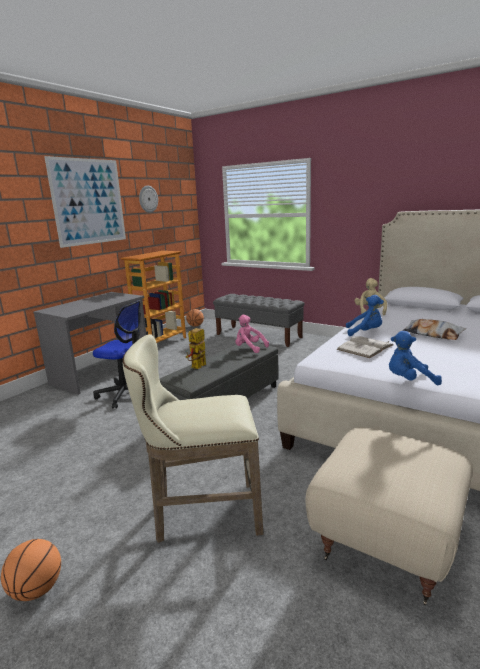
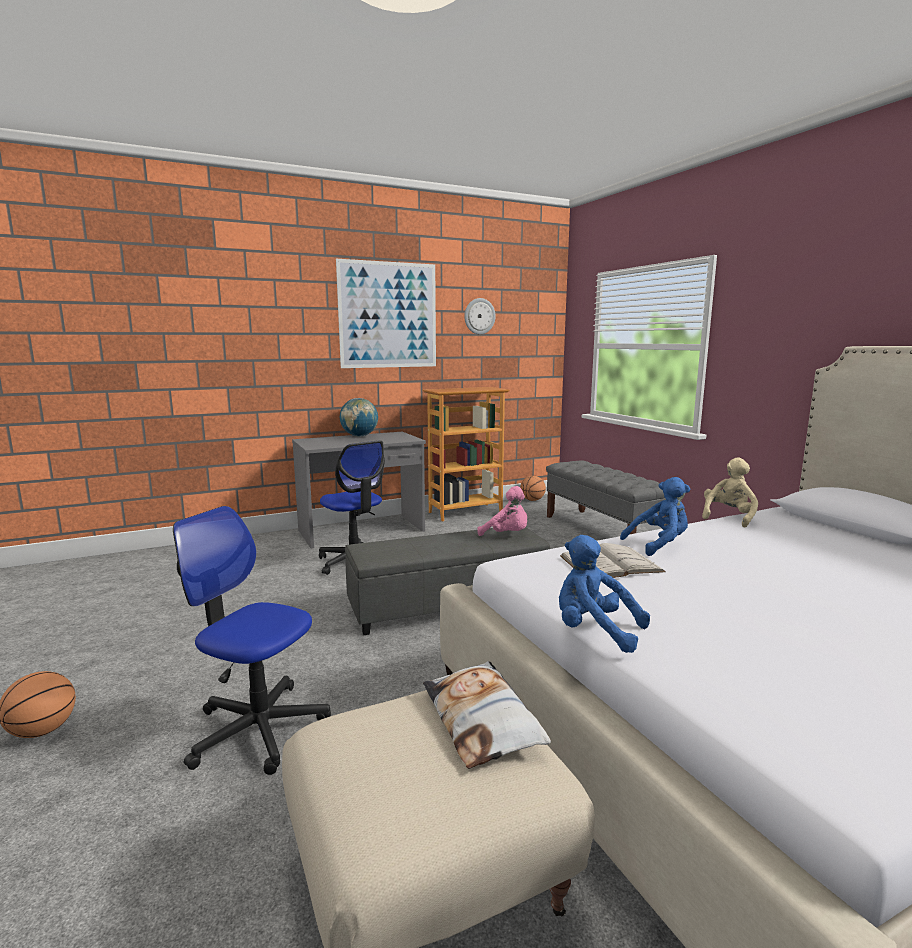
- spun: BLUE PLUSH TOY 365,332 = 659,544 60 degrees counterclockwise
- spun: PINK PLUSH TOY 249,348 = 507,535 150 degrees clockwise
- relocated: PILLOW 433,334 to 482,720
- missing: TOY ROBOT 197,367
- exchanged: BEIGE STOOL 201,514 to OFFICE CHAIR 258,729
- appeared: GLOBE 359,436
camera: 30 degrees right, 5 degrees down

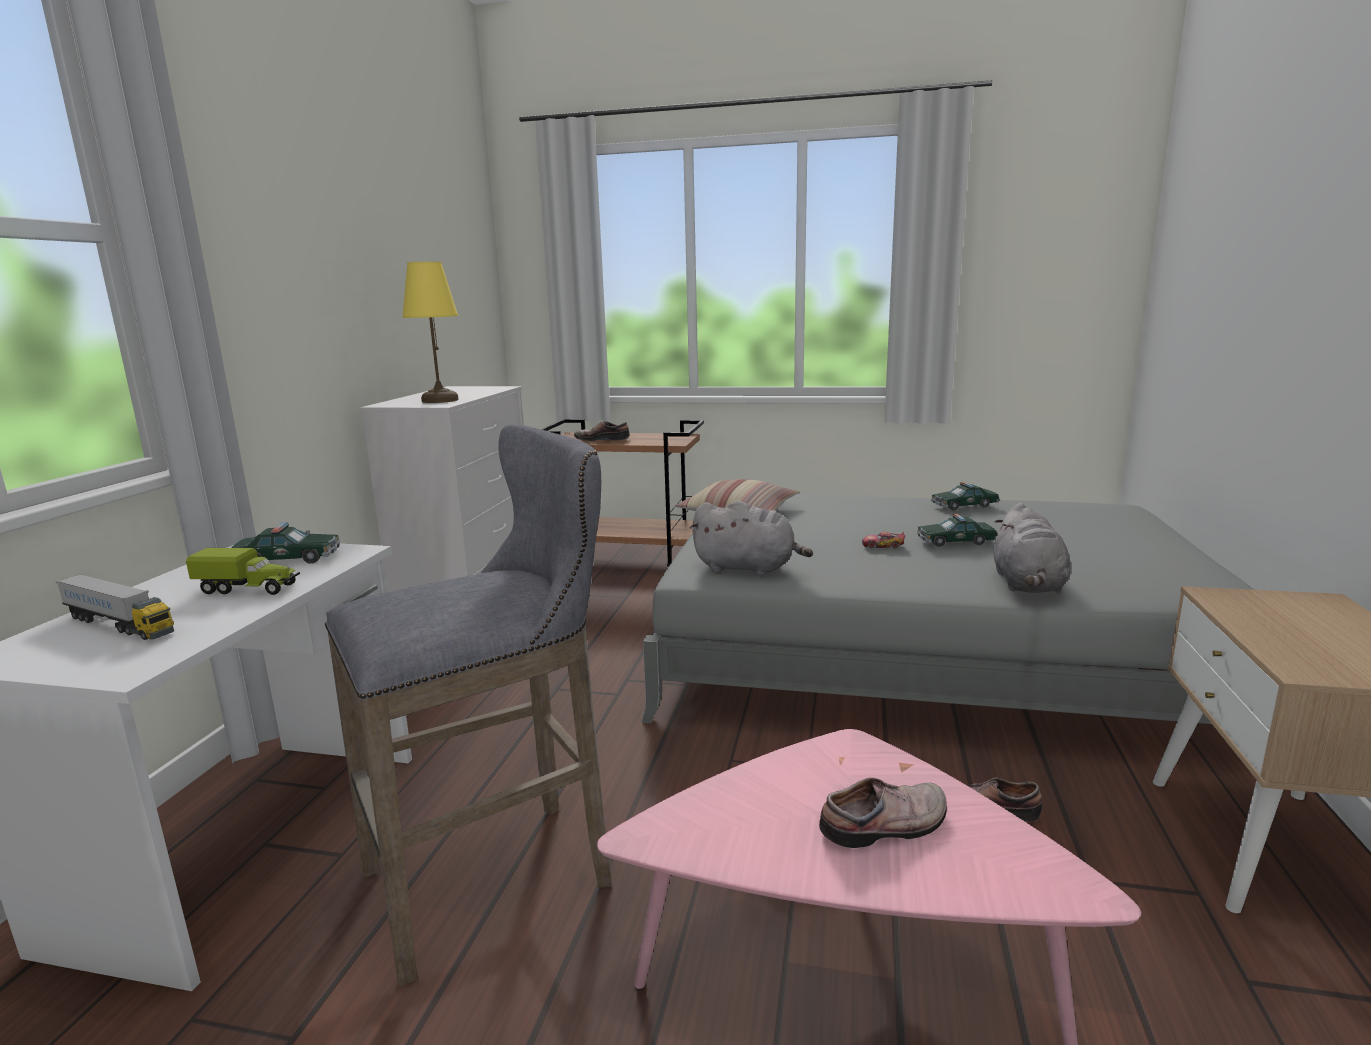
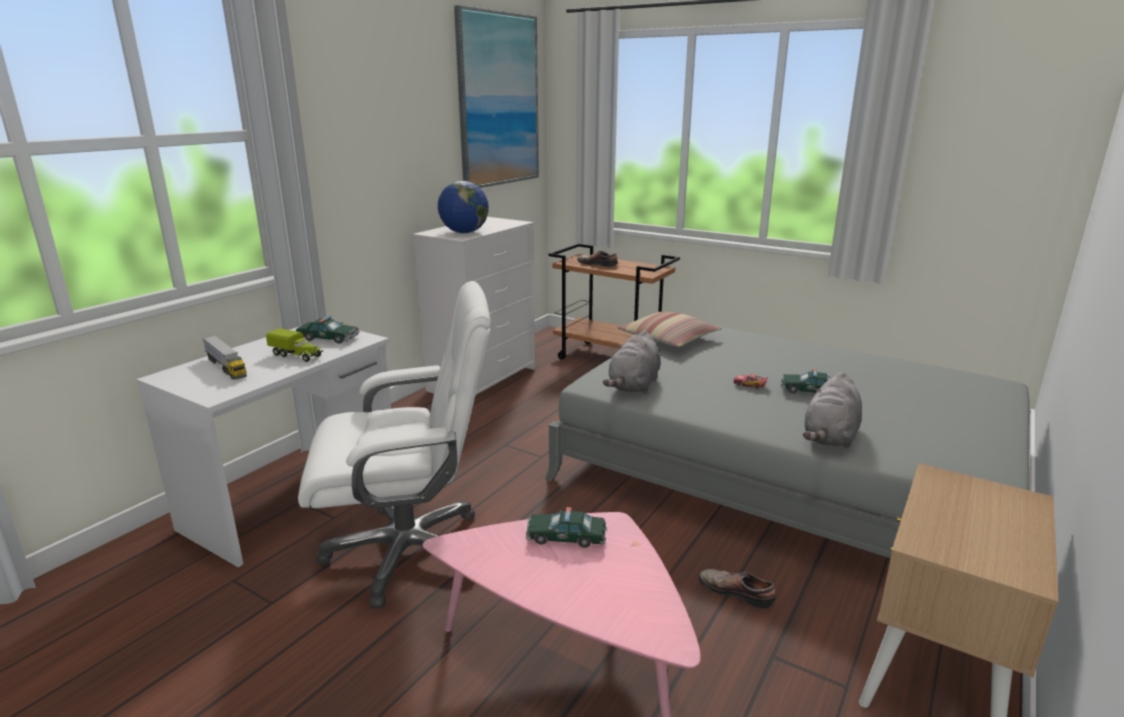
- exchanged: YELLOW TABLE LAMP 439,400 to GLOBE 464,232
- exchanged: GREY STOOL 500,875 to WHITE OFFICE CHAIR 409,551
- relocated: TOY CAR 964,506 to 566,537
- spun: GREY PLUSH TOY 748,568 = 634,386 75 degrees clockwise
- missing: SHOE 887,827
- appeared: PICTURE 498,100
camera: 20 degrees right, 5 degrees up

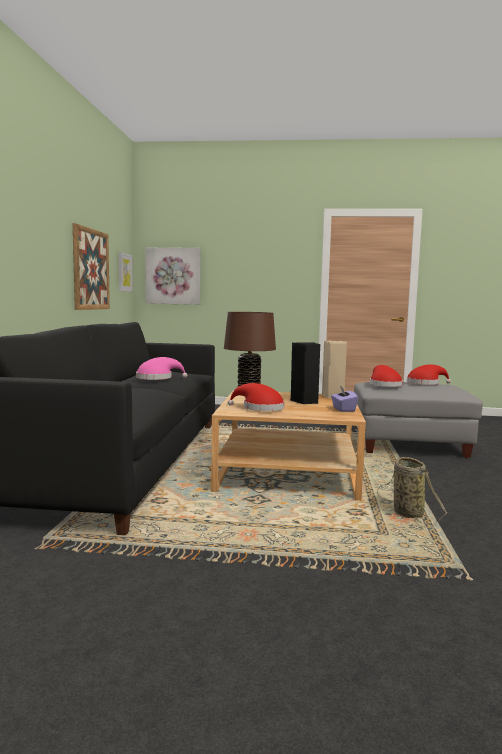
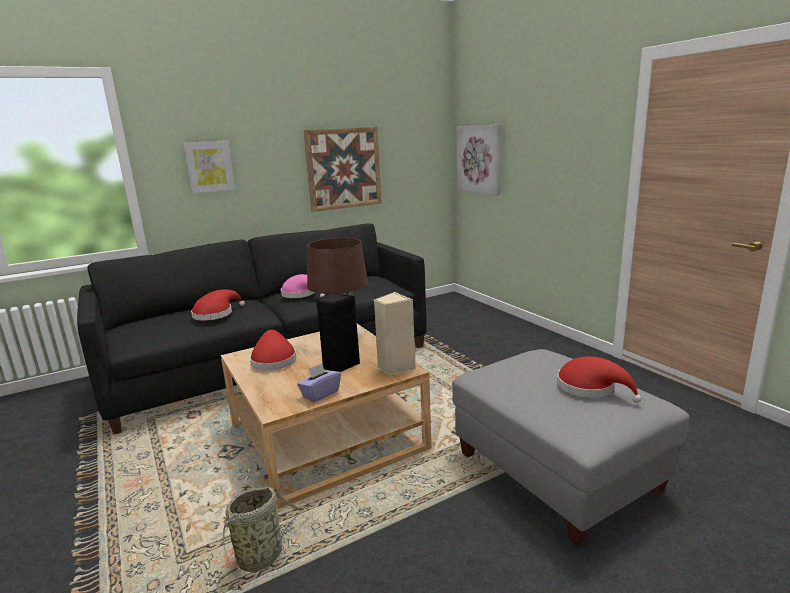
- relocated: PICTURE 124,272 to 209,166
- relocated: RED HAT 384,385 to 215,314
camera: 55 degrees right, 10 degrees up

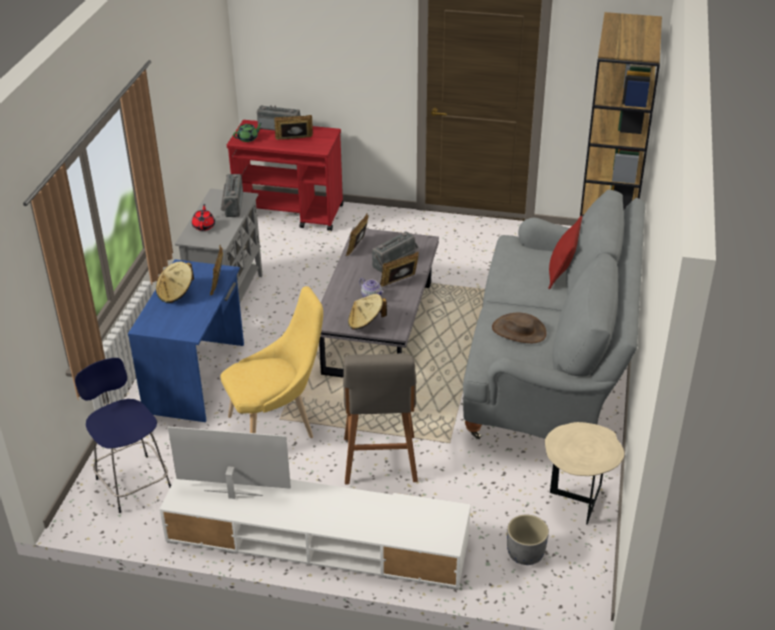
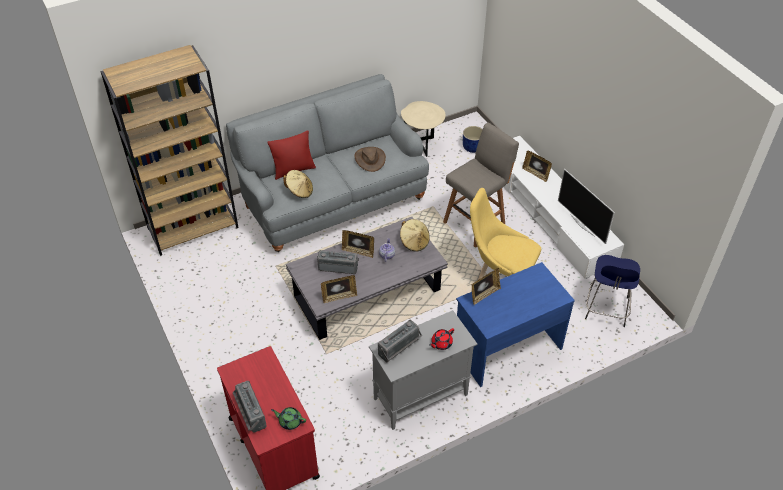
- relocated: PICTURE FRAME 294,140 to 536,174
- relocated: BEIGE HAT 176,293 to 299,191
- colour: GREY PLANTER 525,553 to BLUE PLANTER 472,148
camera: 130 degrees left, 10 degrees up

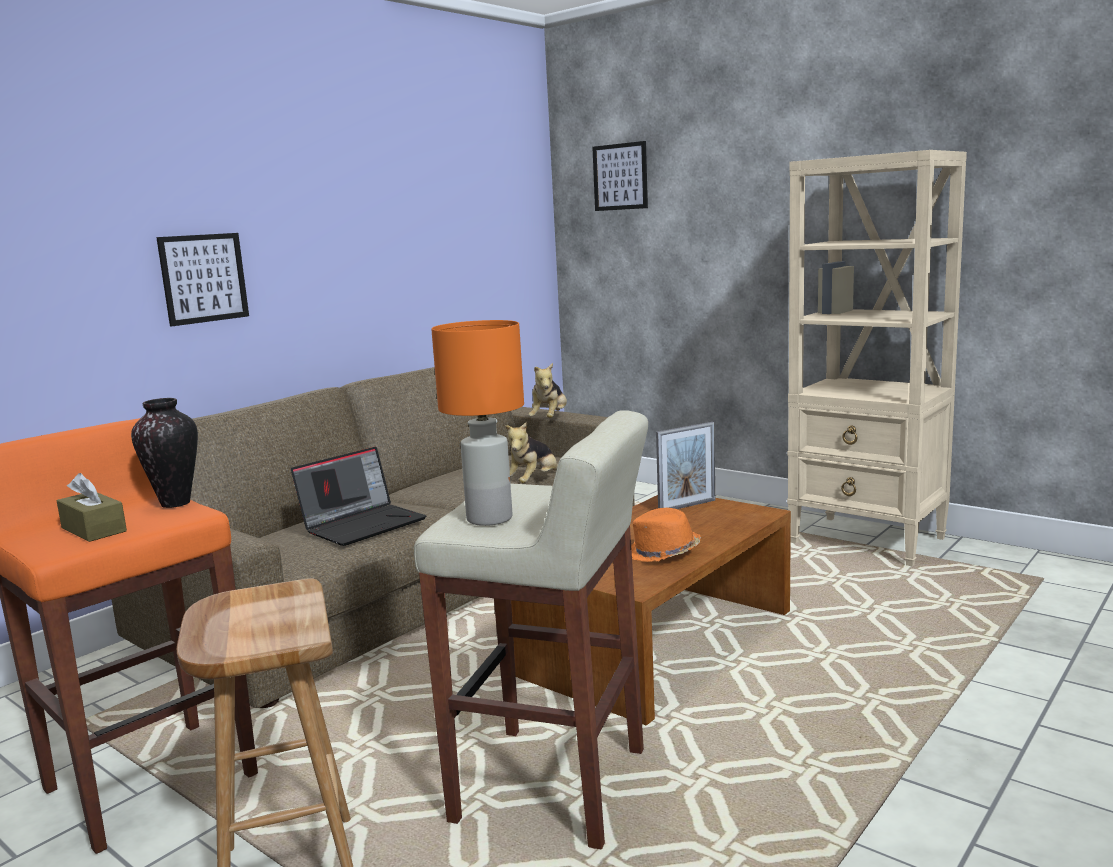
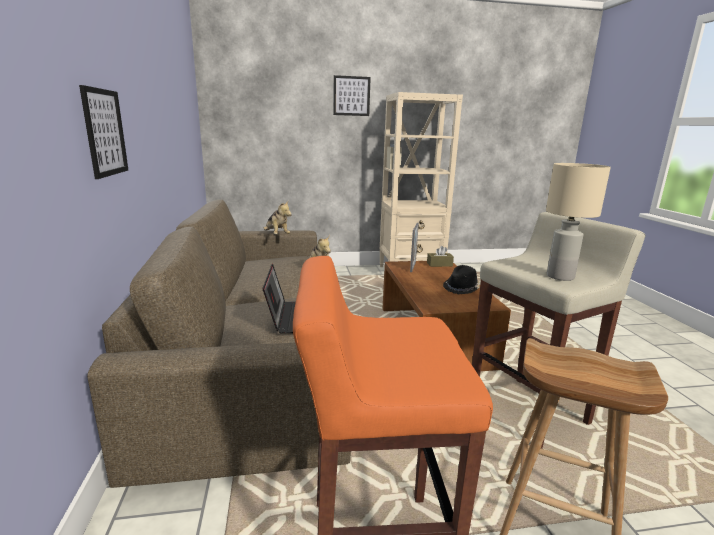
- relocated: PICTURE 620,177 to 351,96
- colour: ORANGE TABLE LAMP 488,519 to BEIGE TABLE LAMP 559,277
- missing: VASE 176,504
- relocated: BROWN TISSUE BOX 94,530 to 439,264
- colour: ORANGE HAT 663,553 to BLACK HAT 461,288
camera: 50 degrees left, 5 degrees up

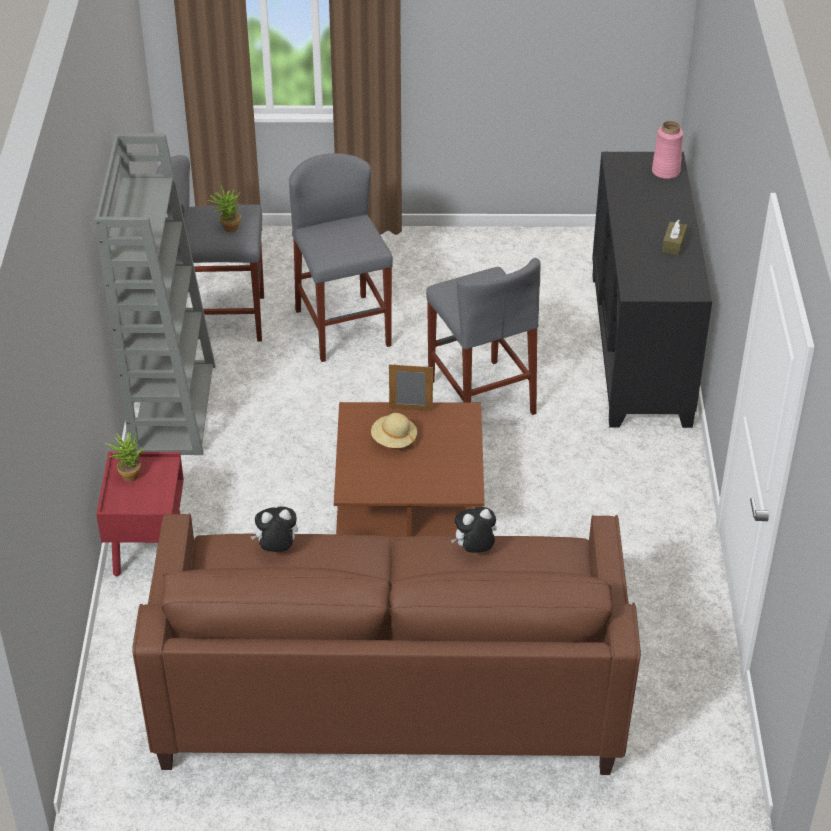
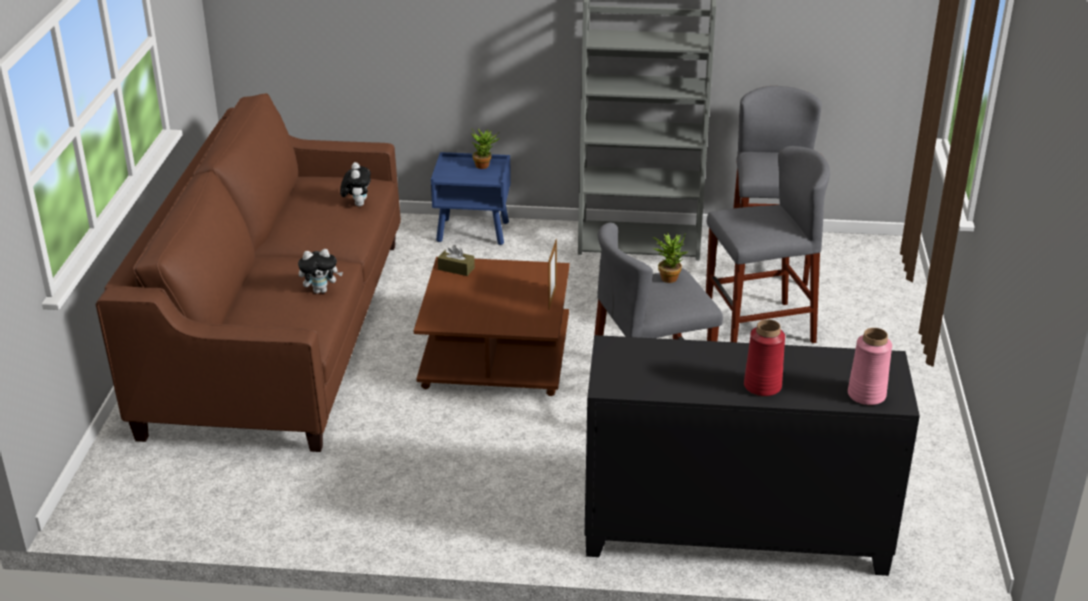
- relocated: POTTED PLANT 227,228 to 668,276
- relocated: BROWN TISSUE BOX 673,244 to 456,269
- missing: BEIGE HAT 394,440
- colour: RED NIGHTSTAND 147,545 to BLUE NIGHTSTAND 474,231
- spun: PLUSH TOY 474,550 = 321,290 90 degrees clockwise
- appeared: RED VASE 762,386
camera: 95 degrees right, 10 degrees down

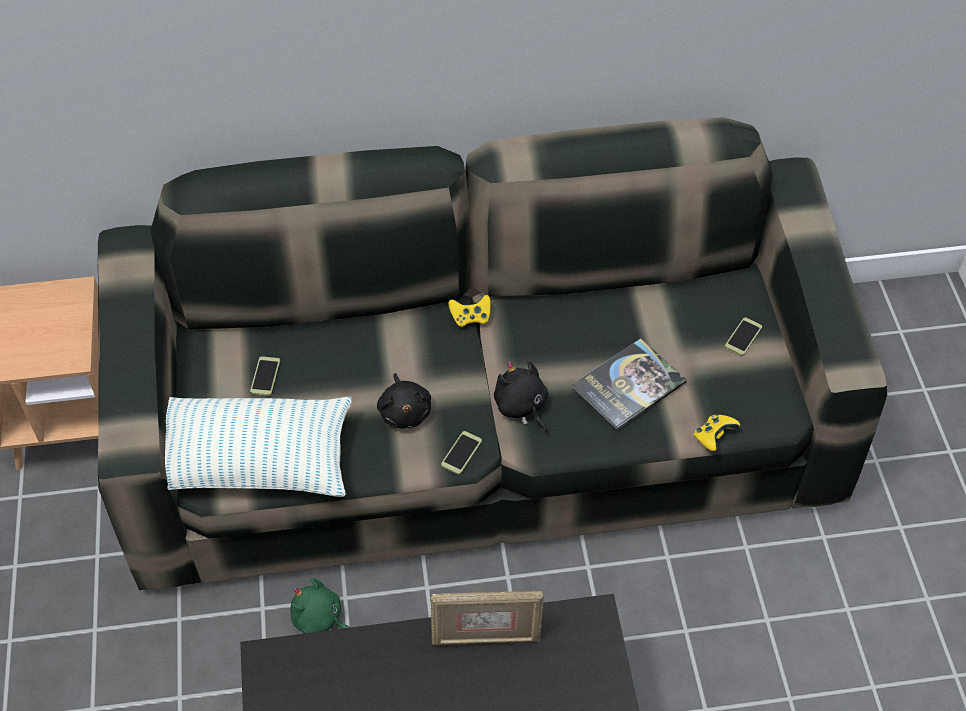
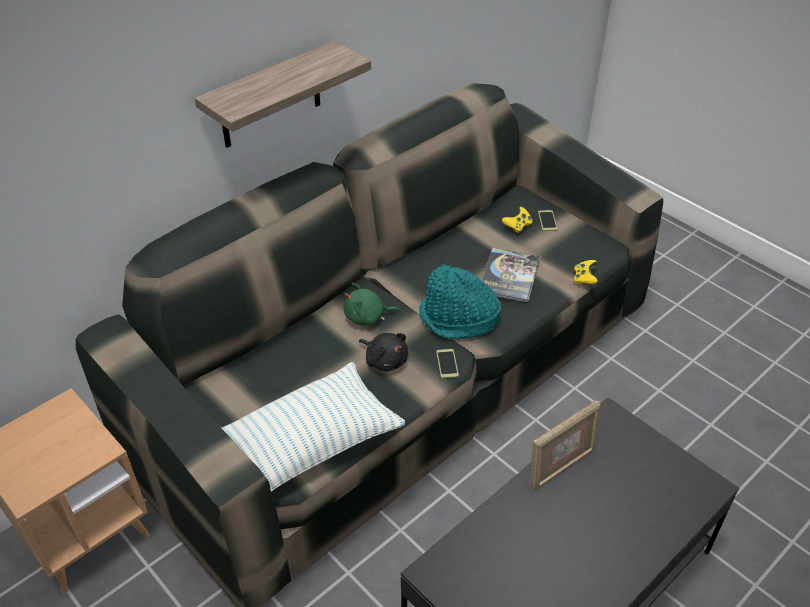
- relocated: YELLOW GAME CONTROLLER 470,318 to 517,226
- missing: PHONE 265,376
- exchanged: BLACK PLUSH TOY 521,407 to TURQUOISE HAT 458,319
- relocated: GREEN PLUSH TOY 320,620 to 367,317
- appeared: SHELF 270,96
camera: 35 degrees left, 10 degrees down

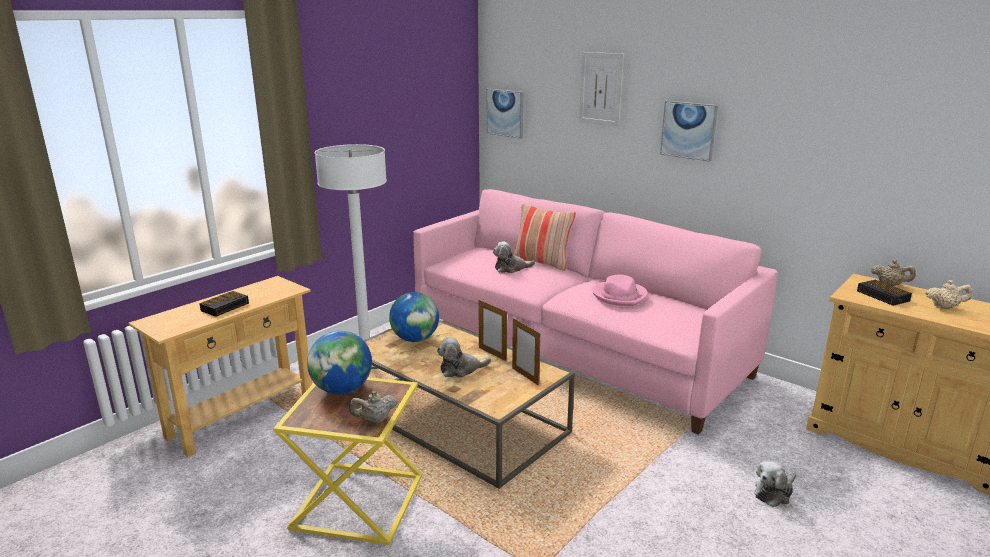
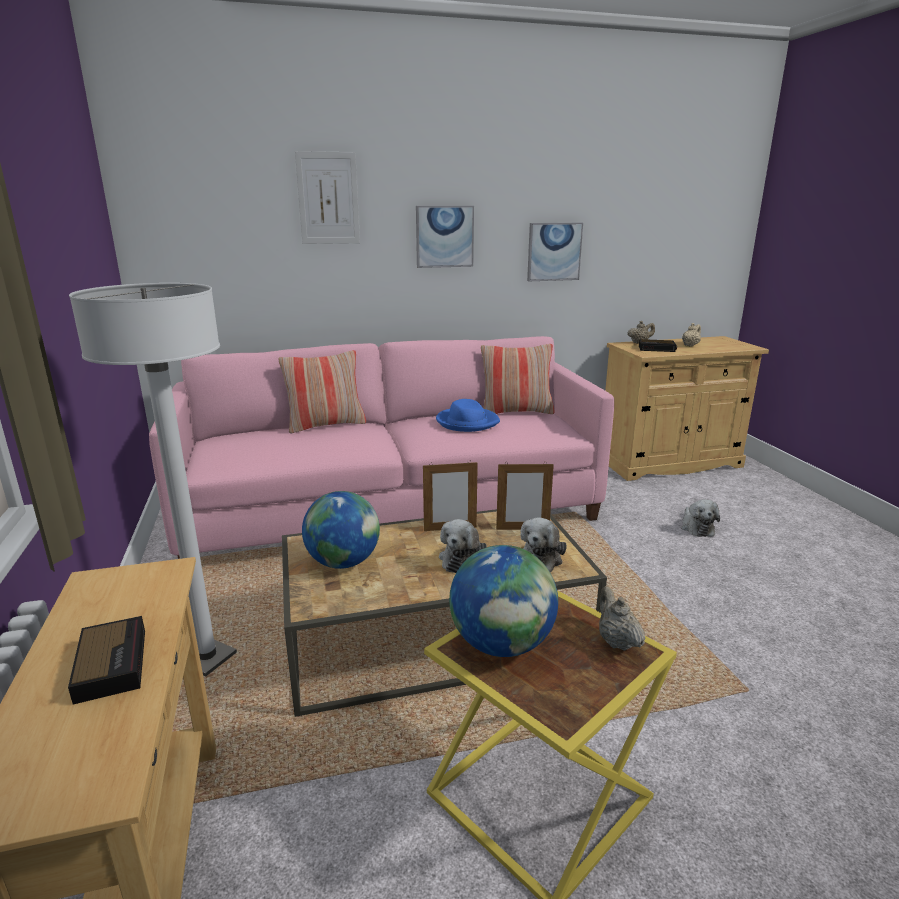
- relocated: PICTURE 505,113 to 554,251
- relocated: PLUSH TOY 511,268 to 541,557
- colour: PINK HAT 620,296 to BLUE HAT 467,422
- spun: BEIGE TEAPOT 374,420 = 616,641 150 degrees clockwise
- appeared: PILLOW 516,411
camera: 55 degrees left, 0 degrees up

